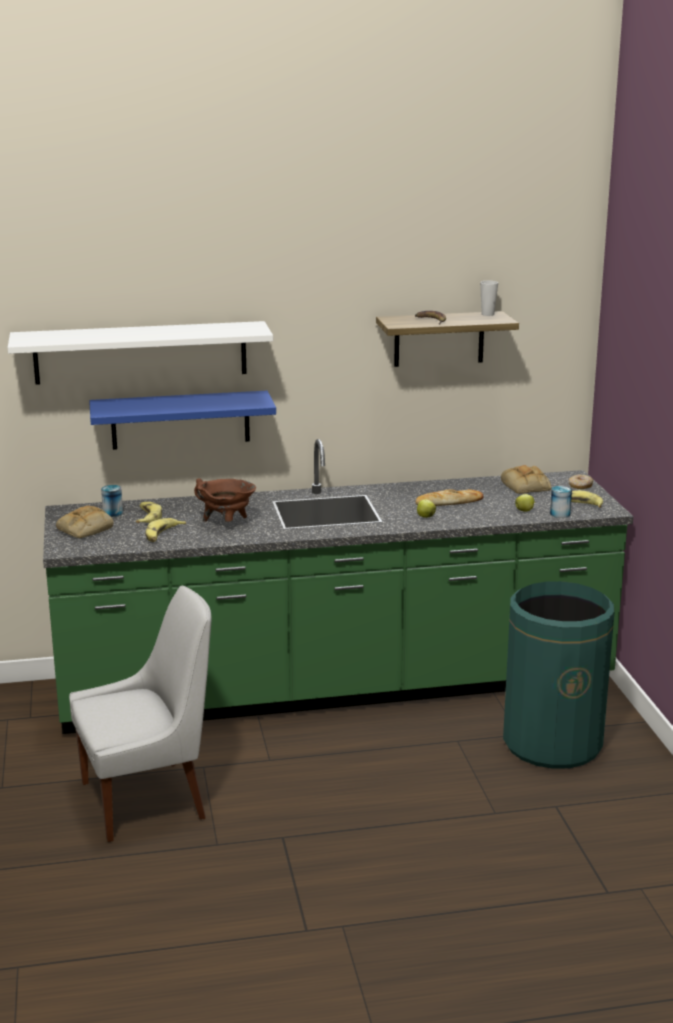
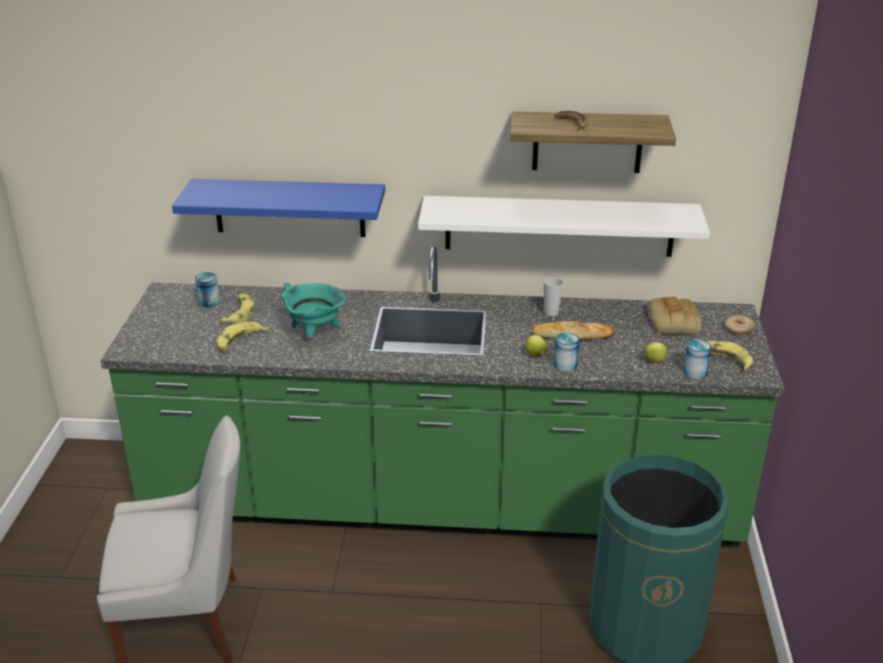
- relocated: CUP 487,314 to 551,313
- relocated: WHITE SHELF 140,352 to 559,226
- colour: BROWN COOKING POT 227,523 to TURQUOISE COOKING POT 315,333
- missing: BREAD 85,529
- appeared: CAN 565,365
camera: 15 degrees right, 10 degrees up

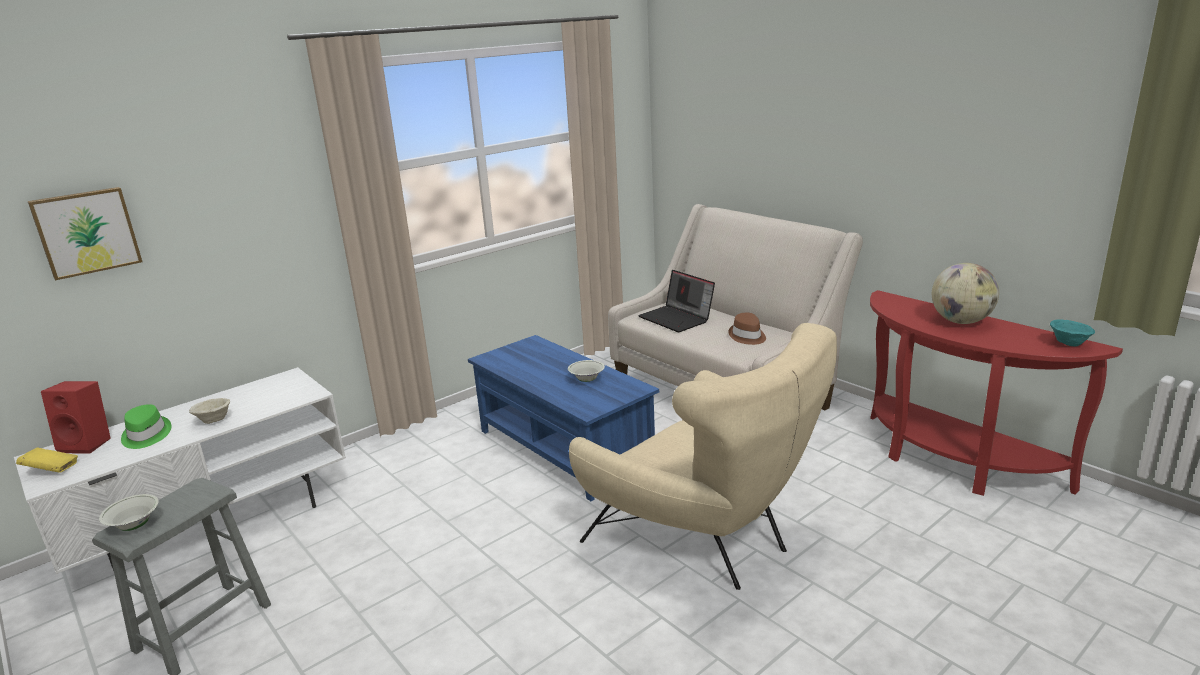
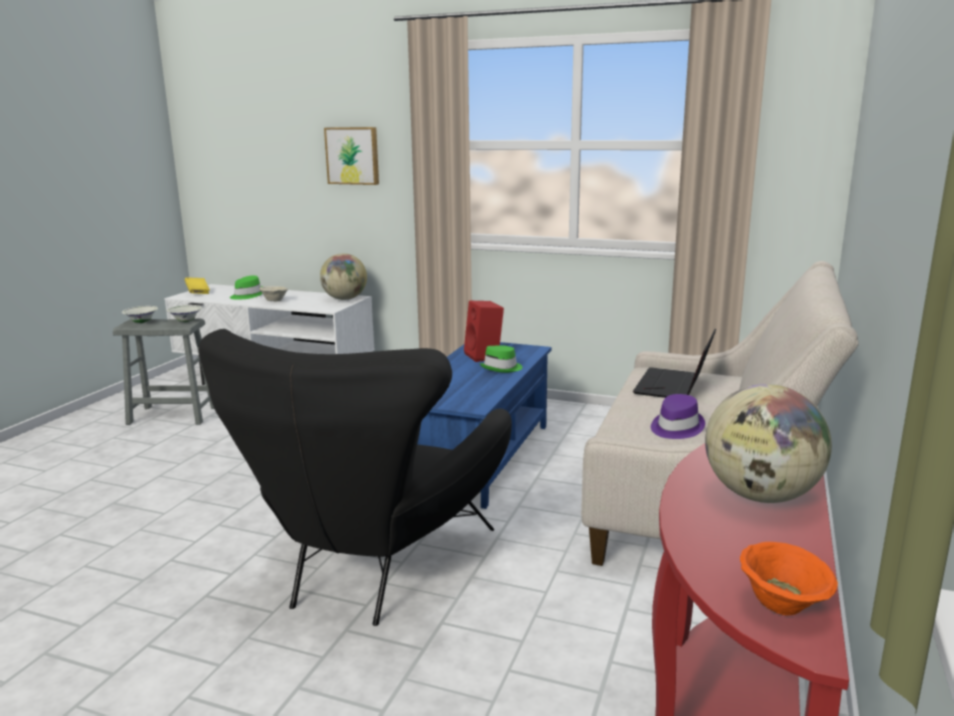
- relocated: PICTURE 86,232 to 353,155
- colour: BROWN HAT 747,336 to PURPLE HAT 675,427
- colour: TURQUOISE BOWL 1068,344 to ORANGE BOWL 782,604
- colour: BEIGE ARMCHAIR 707,538 to BLACK ARMCHAIR 371,569
- relocated: WHITE BOWL 587,380 to 185,321
- relocated: RED SPEAKER 88,444 to 485,356
- appeared: GLOBE 344,299
- appeared: GREEN HAT 502,368
camera: 60 degrees right, 5 degrees down

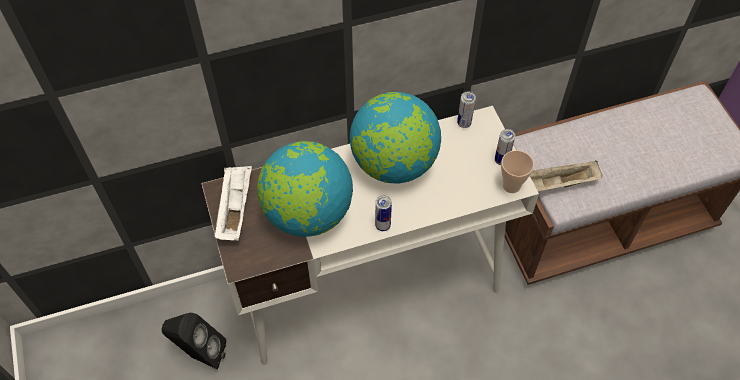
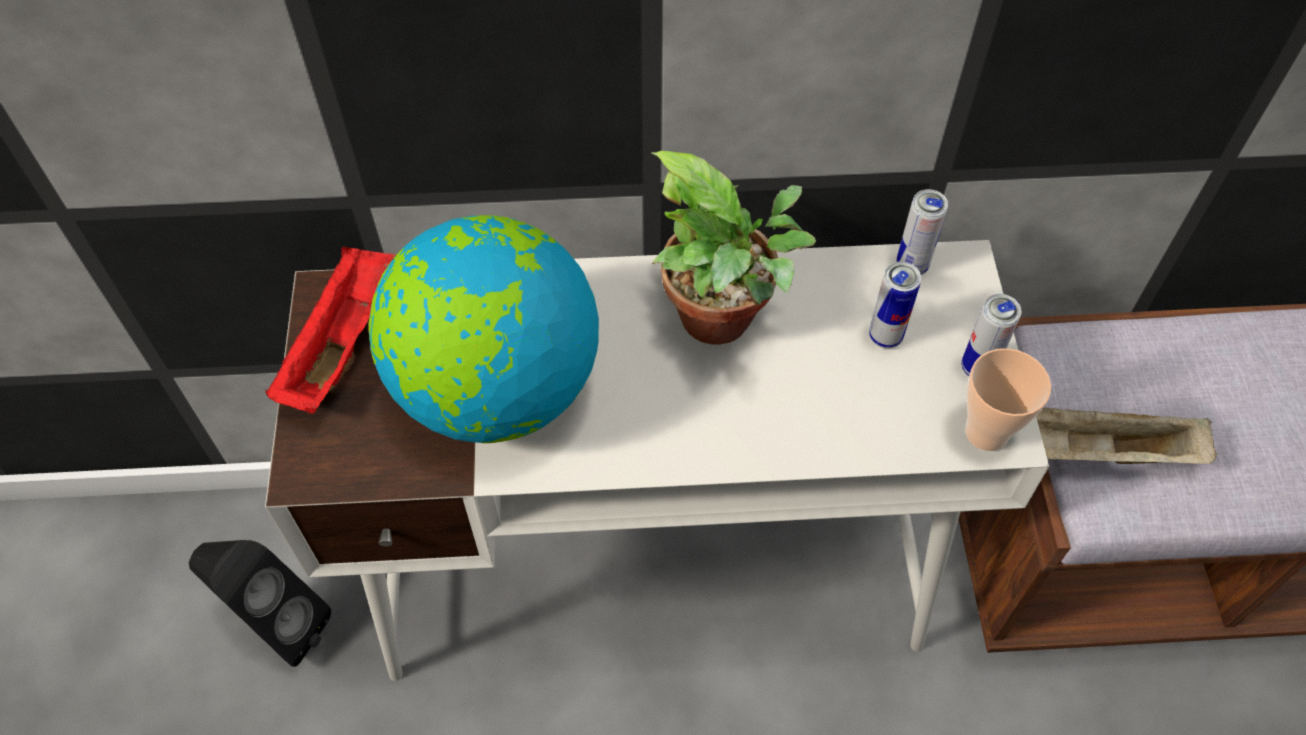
- exchanged: GLOBE 393,164 to POTTED PLANT 724,321
- colour: WHITE TRAY 235,209 to RED TRAY 343,342
- relocated: CAN 382,225 to 885,336
camera: 15 degrees right, 0 degrees up

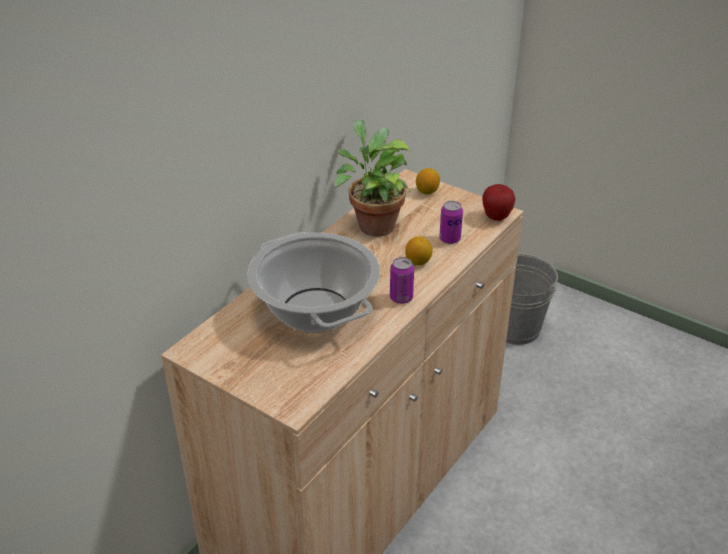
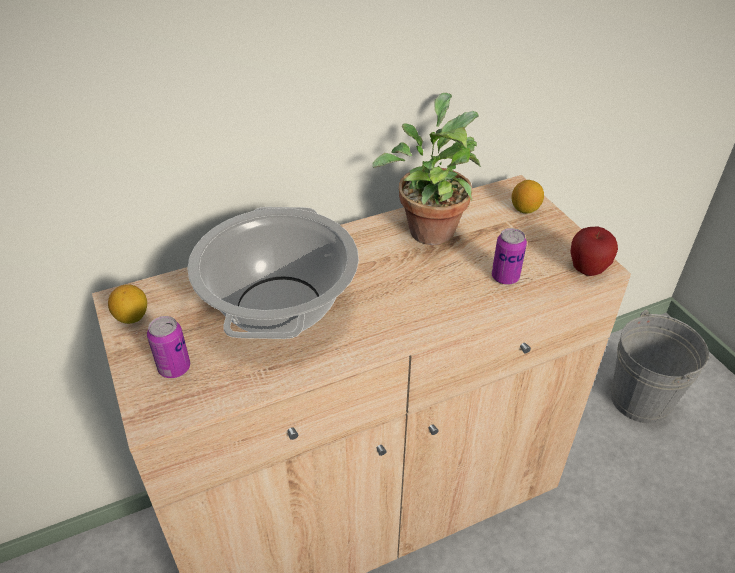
- relocated: LEMON 418,262 to 132,317
- relocated: CAN 401,298 to 174,368
camera: 30 degrees right, 5 degrees up

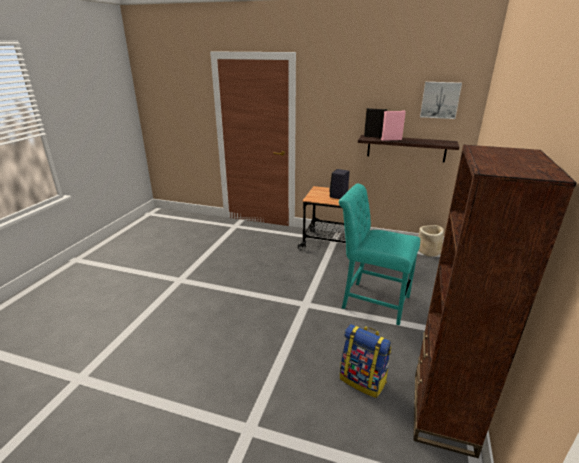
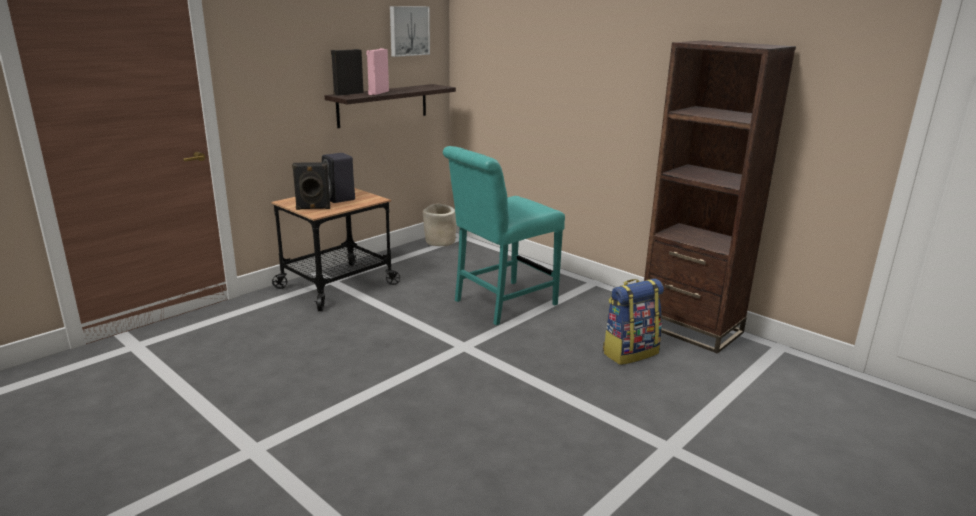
- appeared: BLACK SPEAKER 313,208
camera: 65 degrees left, 5 degrees down

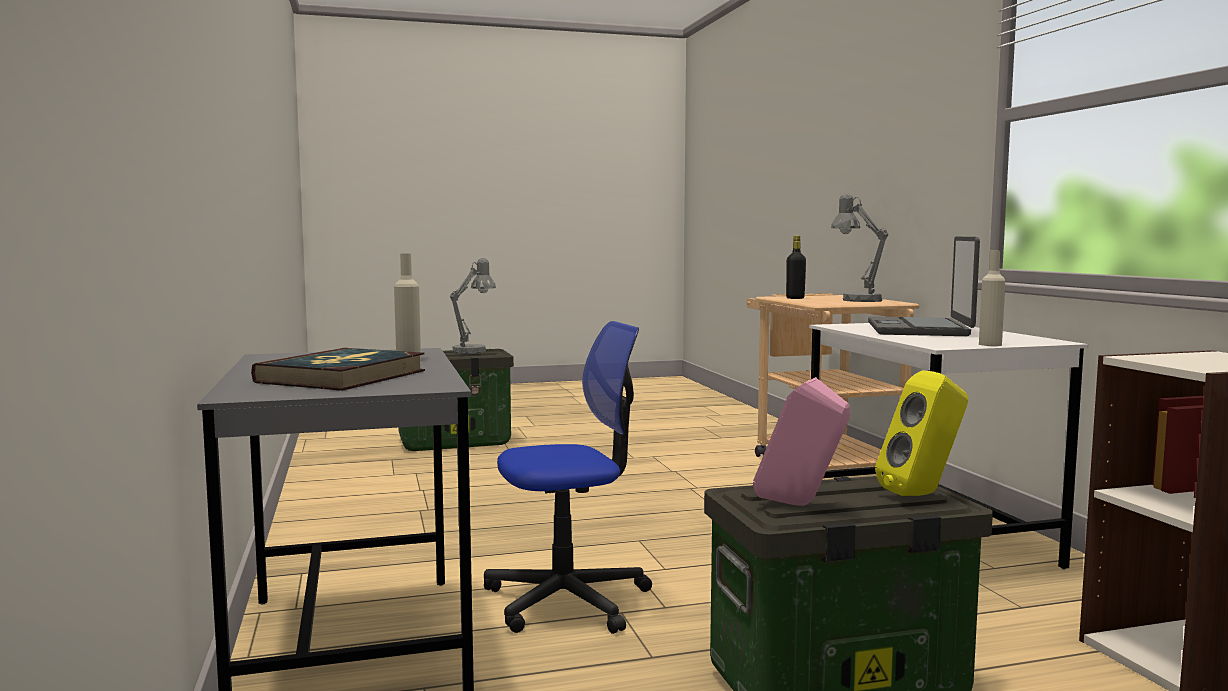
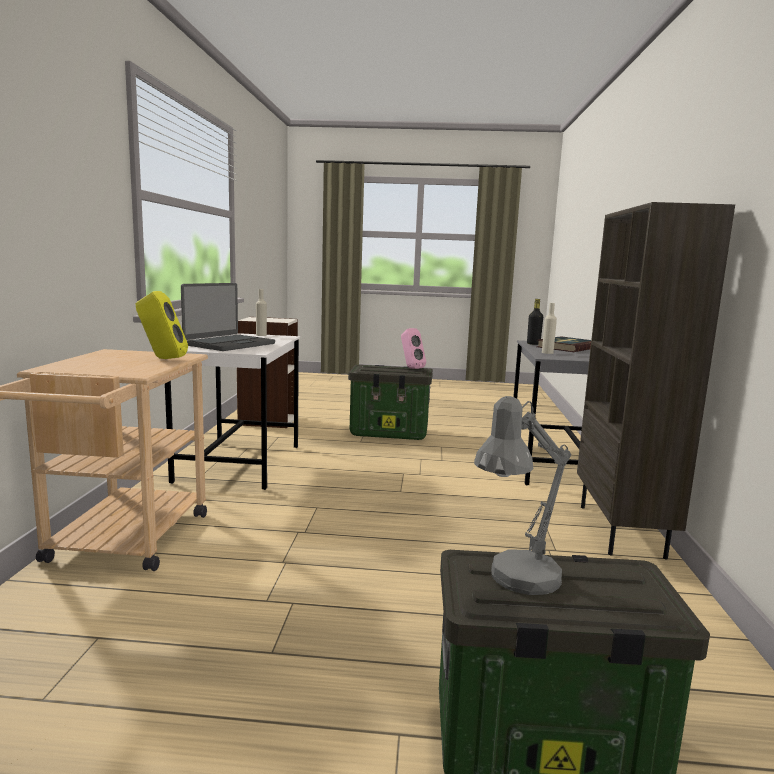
- missing: GREY TABLE LAMP 856,300
- relocated: BLACK BOTTLE 795,298 to 533,344
- missing: OFFICE CHAIR 567,600
- relocated: YELLOW SPEAKER 923,494 to 162,358
- appeared: BROWN BOOKCASE 622,531
camera: 160 degrees left, 5 degrees up

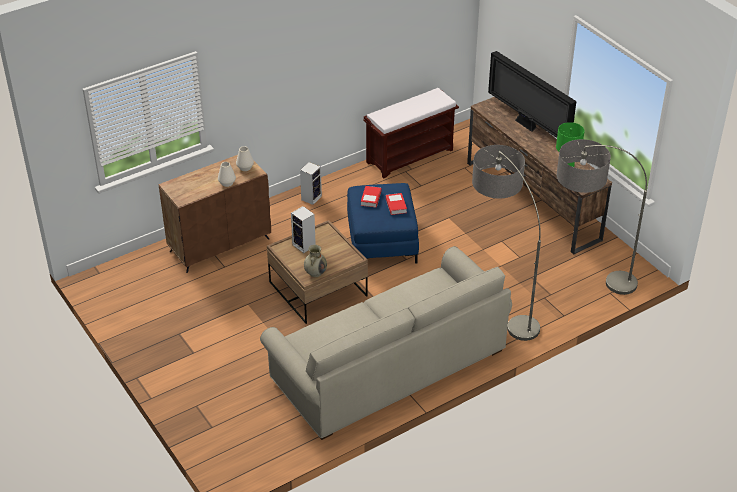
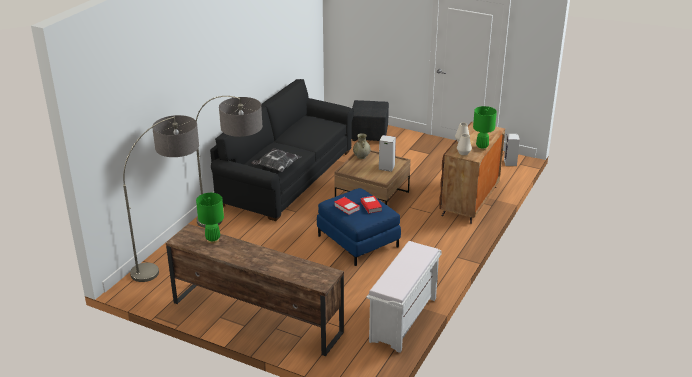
- missing: TELEVISION 527,125
- colour: BROWN BENCH 410,155 to WHITE BENCH 403,320
- relocated: SPEAKER 311,197 to 510,163
- colour: BEIGE SOFA 388,366 to BLACK SOFA 286,176
- appeared: BLACK OTTOMAN 369,134
- appeared: GREEN TABLE LAMP 482,148
- appeared: PILLOW 276,167
camera: 150 degrees right, 10 degrees down

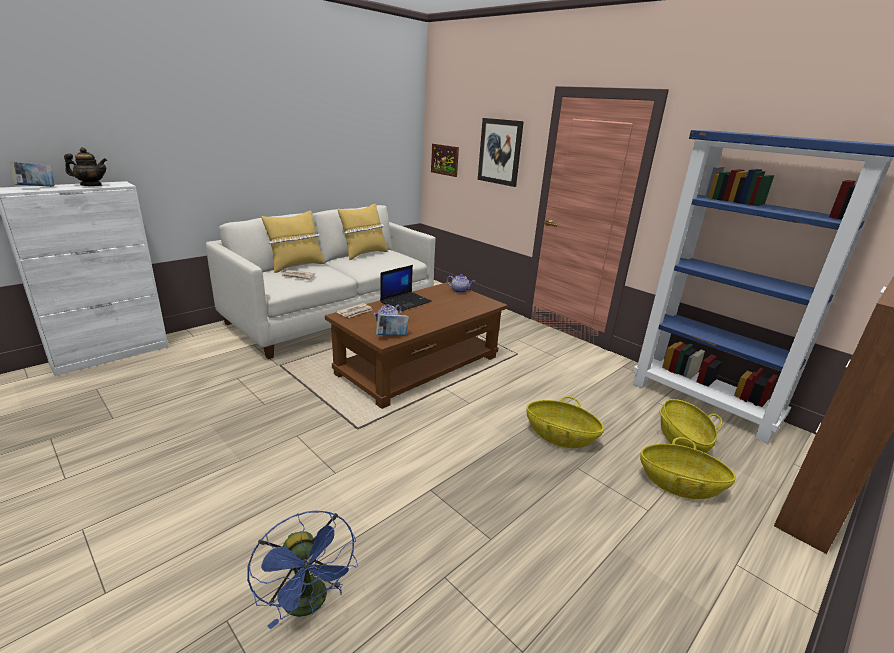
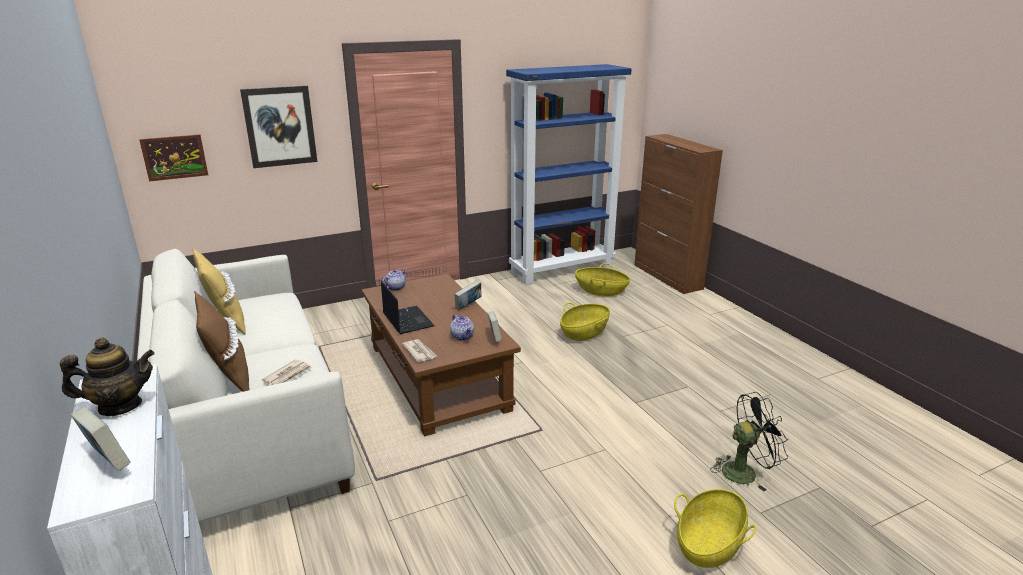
- spun: TEAPOT 91,185 = 120,406 60 degrees clockwise
- colour: YELLOW PILLOW 296,266 to BROWN PILLOW 229,377
- relocated: BASKET 680,484 to 709,544
- colour: BLUE FAN 309,605 to BLACK FAN 745,471
- appeared: BOOK 468,306
camera: 70 degrees left, 0 degrees up

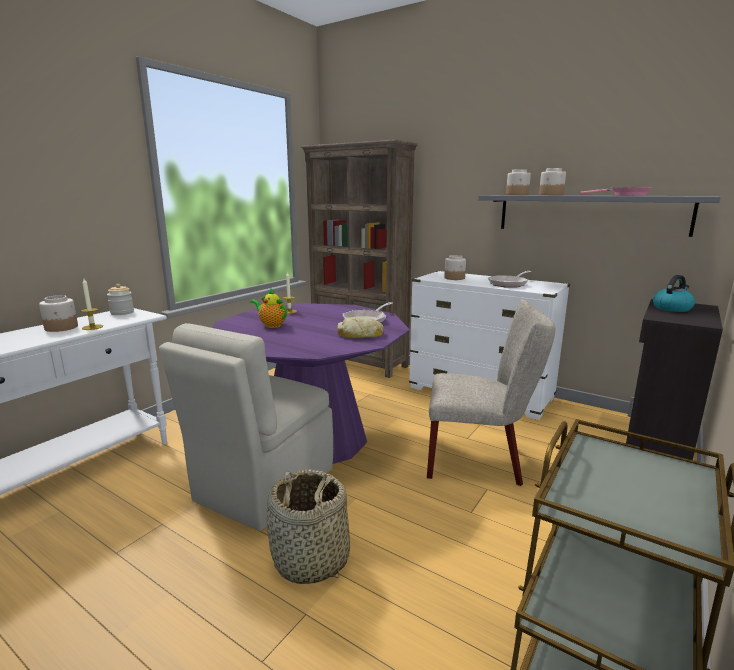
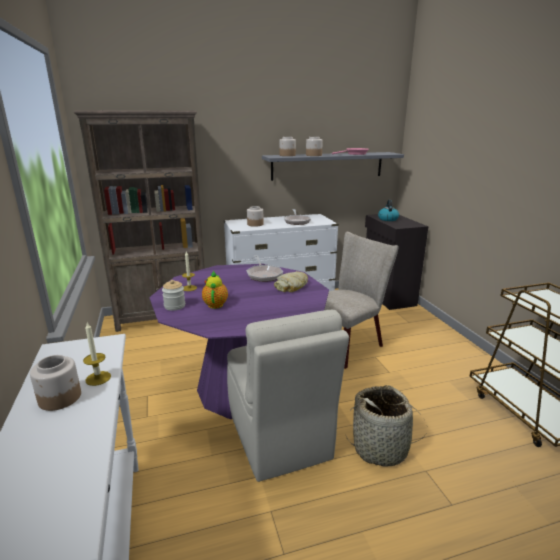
- relocated: JAR 122,312 to 174,306
- spun: TEAPOT 271,325 = 215,304 105 degrees clockwise
camera: 50 degrees left, 5 degrees up

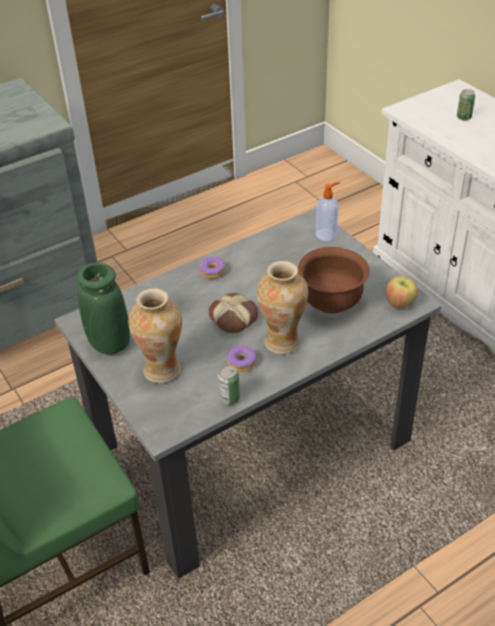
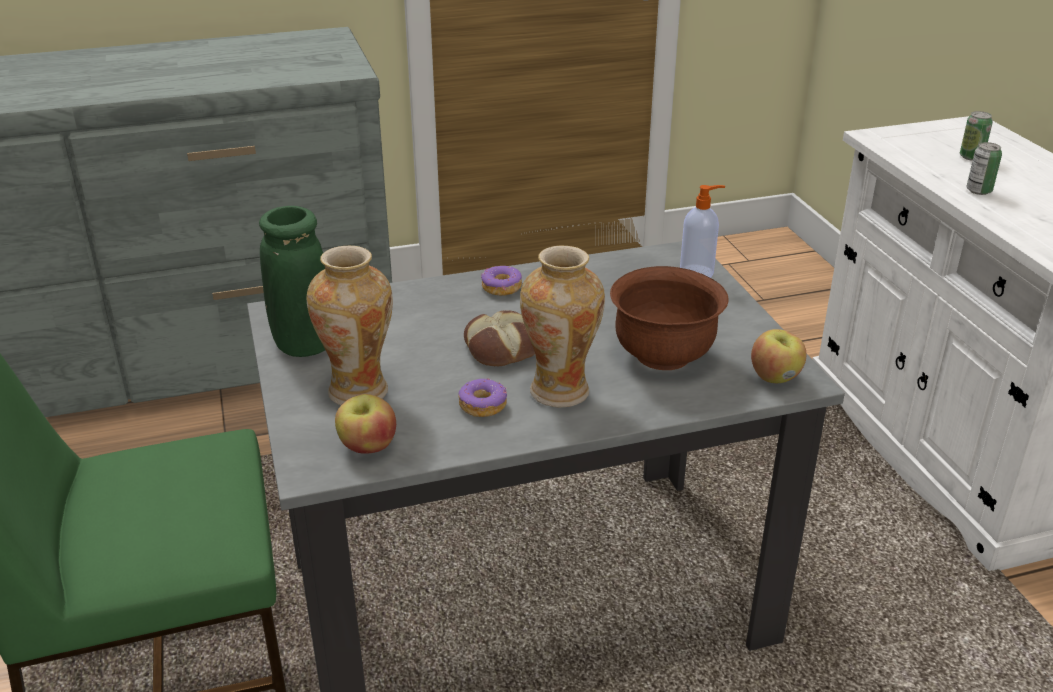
- relocated: CAN 229,398 to 979,191
- appeared: APPLE 367,447
camera: 15 degrees right, 10 degrees down

